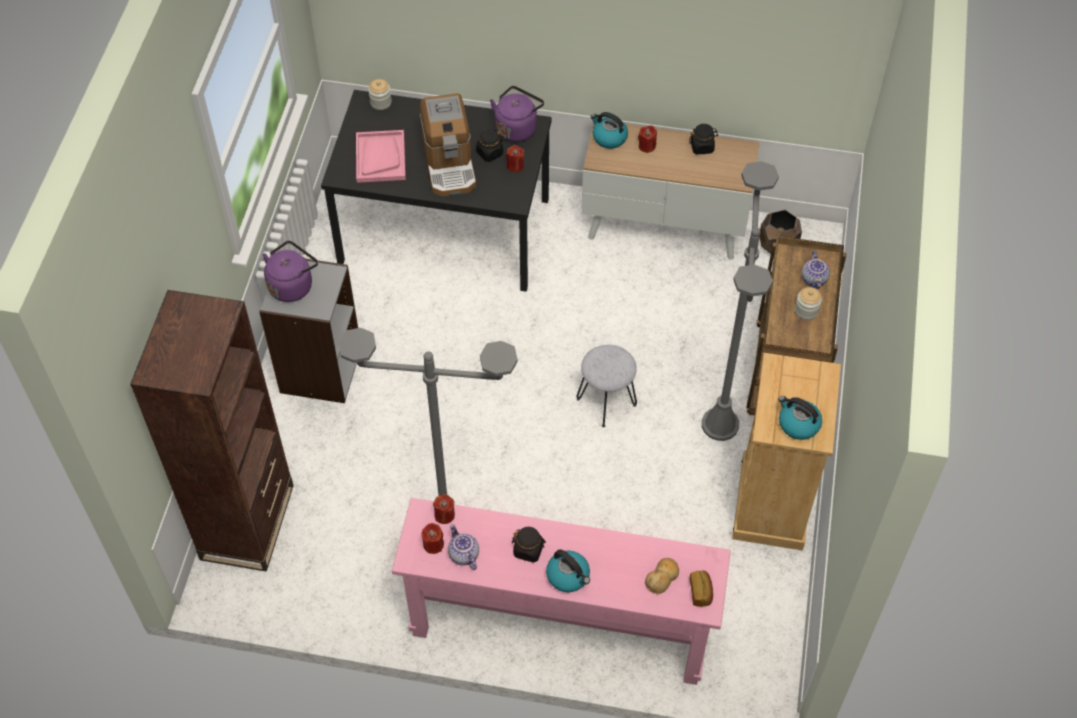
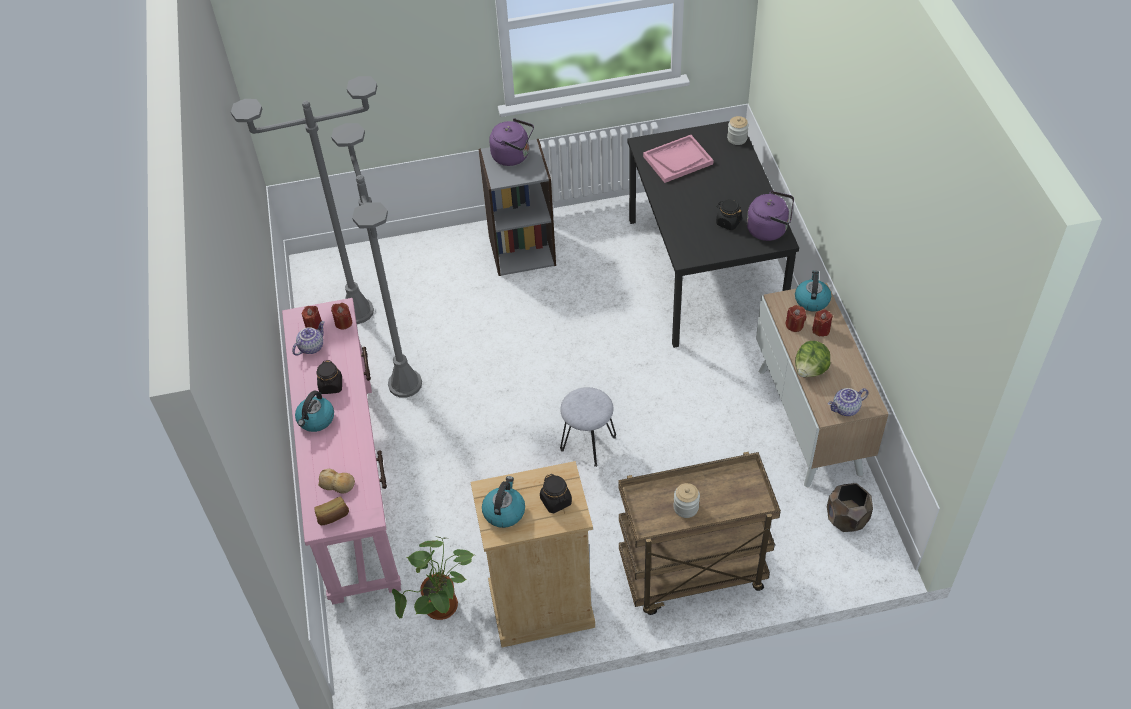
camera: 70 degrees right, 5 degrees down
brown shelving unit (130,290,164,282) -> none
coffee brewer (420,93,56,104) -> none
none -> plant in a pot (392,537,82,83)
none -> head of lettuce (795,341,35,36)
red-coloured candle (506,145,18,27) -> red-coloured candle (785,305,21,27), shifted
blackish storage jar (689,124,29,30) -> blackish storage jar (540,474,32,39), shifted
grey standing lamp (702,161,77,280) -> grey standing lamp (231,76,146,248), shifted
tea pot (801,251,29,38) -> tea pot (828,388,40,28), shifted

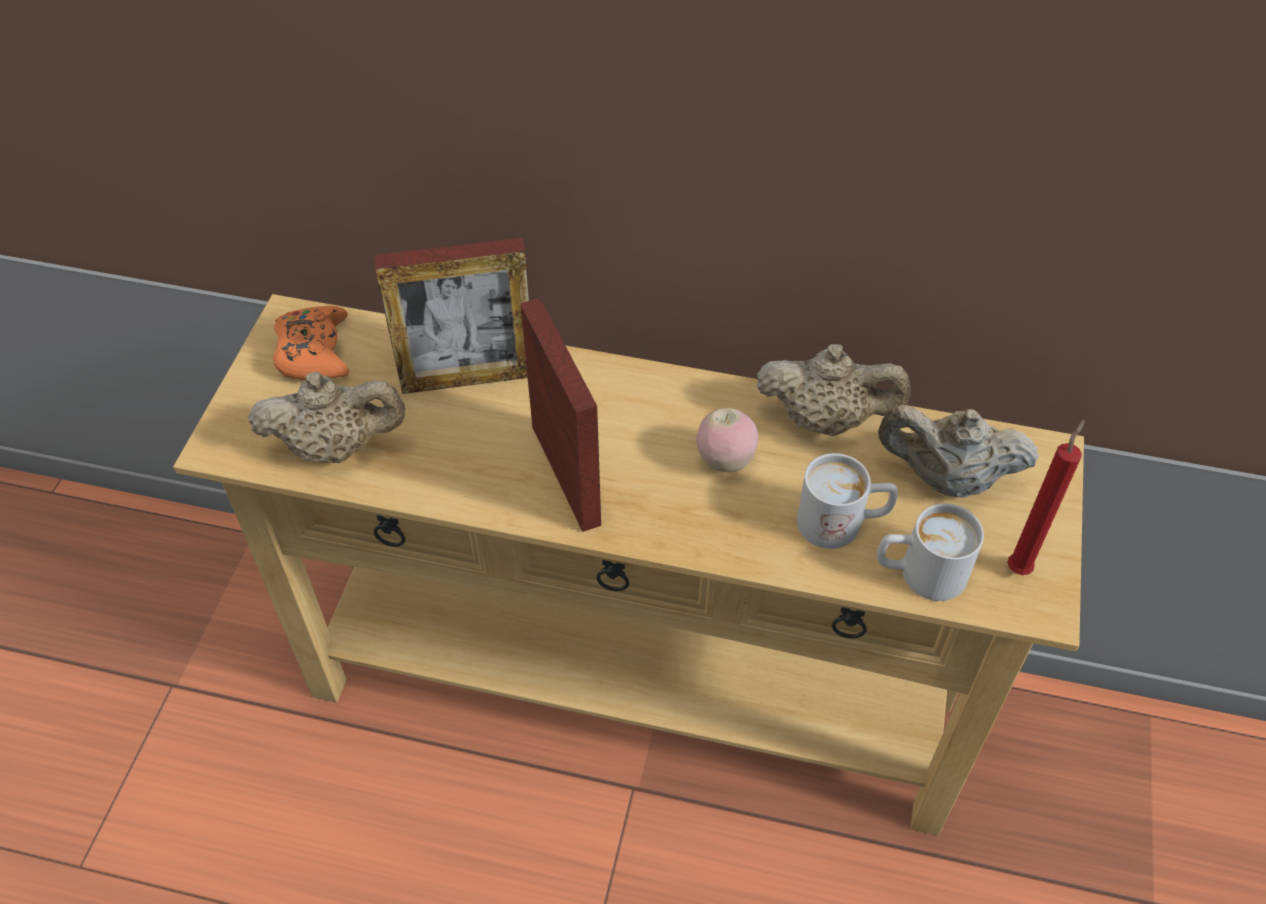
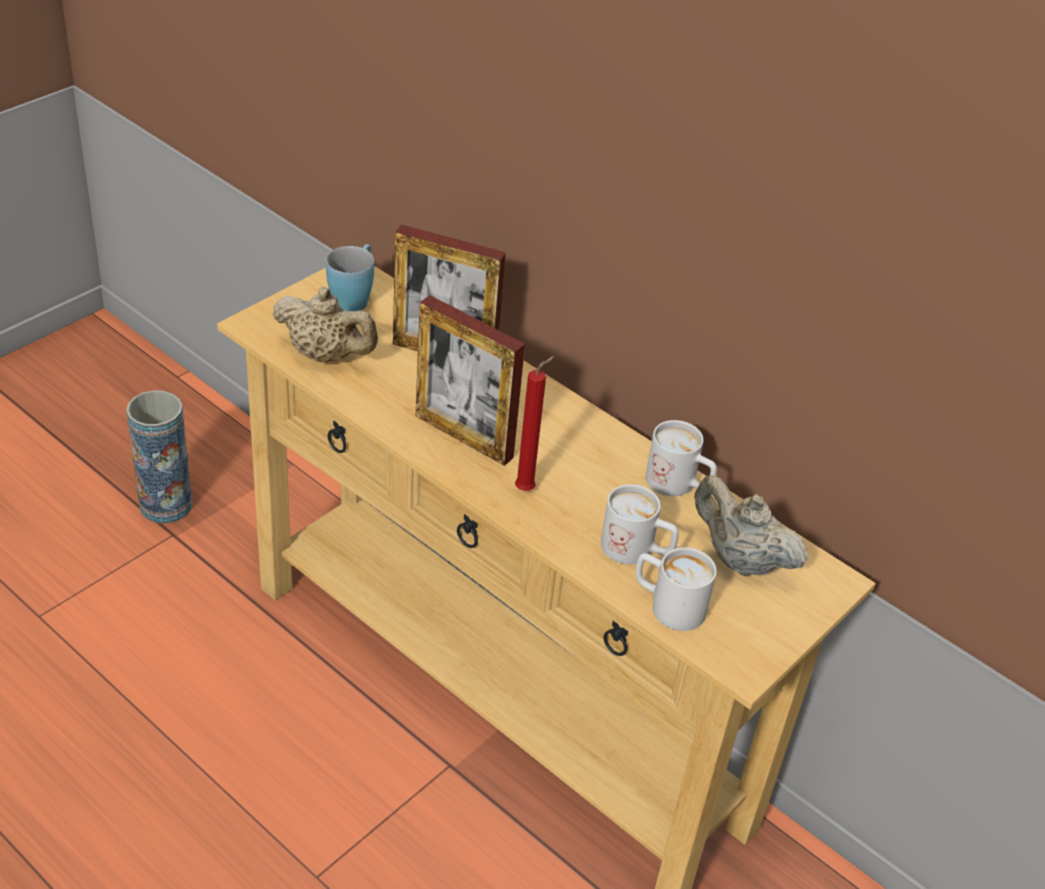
camera: 25 degrees right, 10 degrees down
apple fruit (696,408,62,64) -> none
none -> vase (126,390,67,133)
red-coloured candle (1007,420,78,155) -> red-coloured candle (515,356,40,135), shifted
orange-coloured joypad (273,306,76,74) -> blue mug (326,244,48,67)
sand-coloured tea pot (757,344,154,92) -> whitish mug (646,420,71,76)
standing frame (520,298,81,234) -> standing frame (416,295,109,171), 120 degrees clockwise

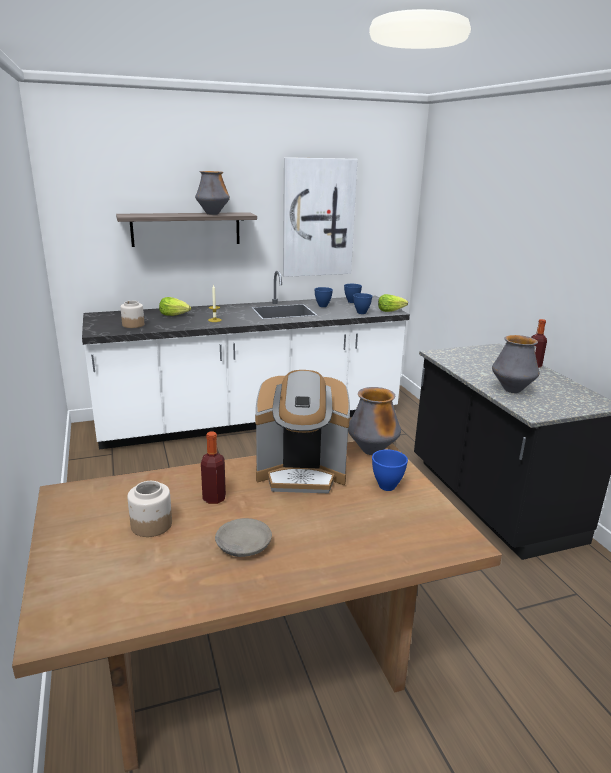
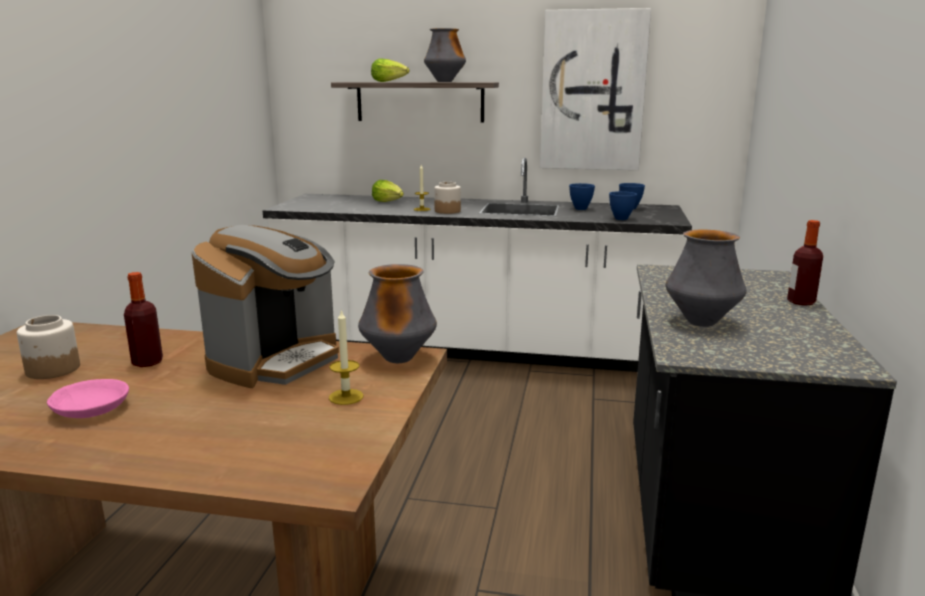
camera: 30 degrees right, 5 degrees down
storage jar (120,301,24,27) -> storage jar (434,182,27,32), shifted
head of lettuce (378,294,30,18) -> head of lettuce (371,59,39,23), shifted
blue deep dish (372,449,36,42) -> candle (329,310,34,95)
grey deep dish (215,518,57,39) -> pink deep dish (47,379,82,39)
coffee brewer (255,370,95,123) -> coffee brewer (192,225,147,163), 90 degrees counterclockwise

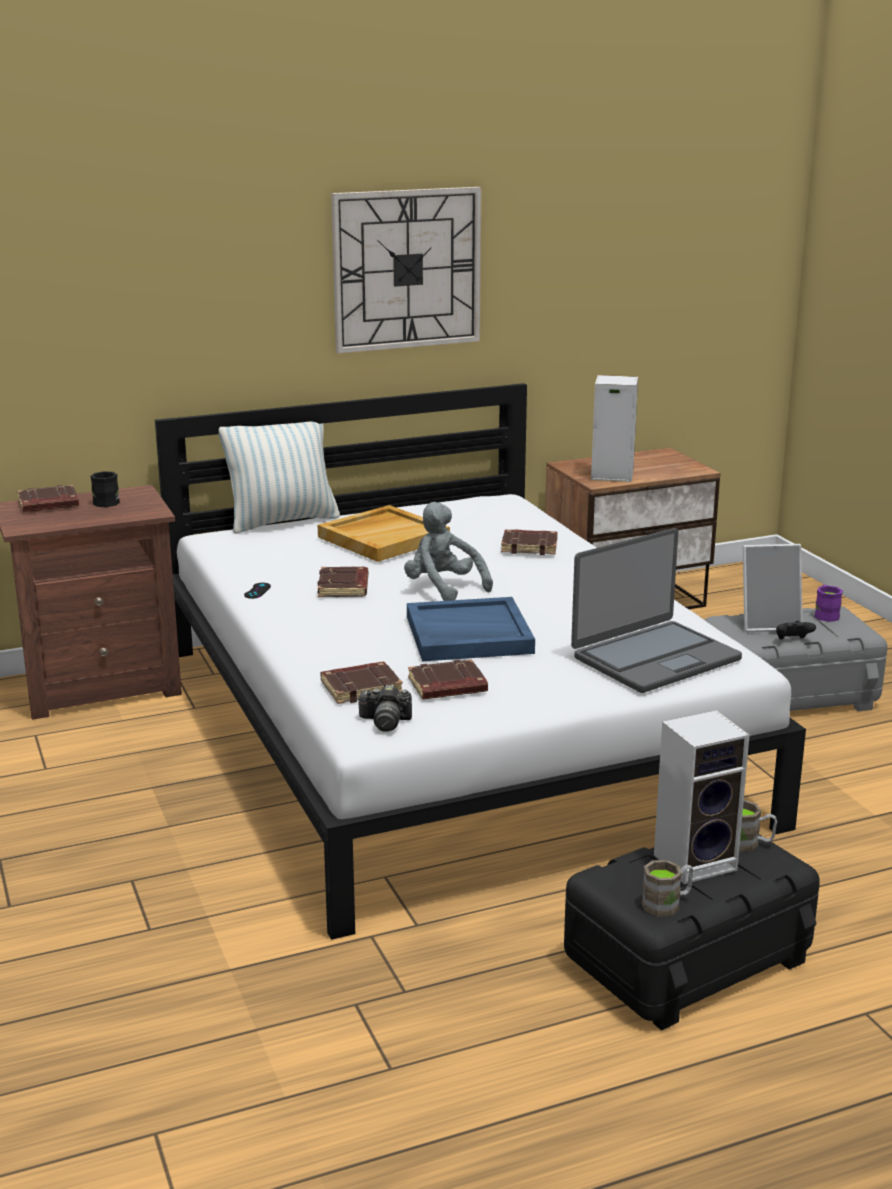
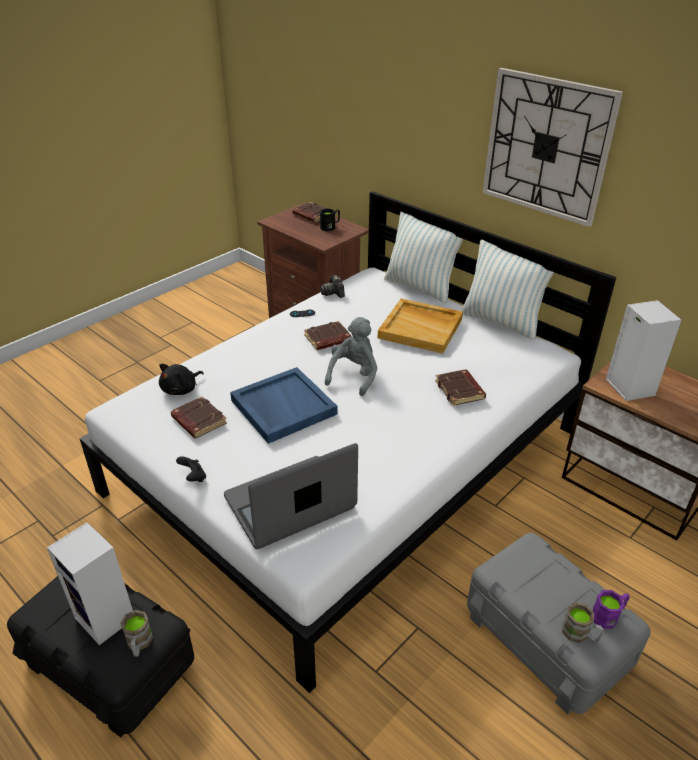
camera: 65 degrees right, 15 degrees up
standing frame (743,544,60,88) -> none
none -> throw pillow (461,240,93,100)
still camera (357,685,55,47) -> still camera (320,275,25,23), shifted
brown mug (642,860,52,57) -> brown mug (562,602,42,41), shifted
blackish joypad (776,621,40,18) -> blackish joypad (176,456,30,26), shifted
brown volume (321,662,82,42) -> blackish plush toy (159,364,45,31)
portable computer (571,528,171,165) -> portable computer (224,443,134,106), 120 degrees clockwise

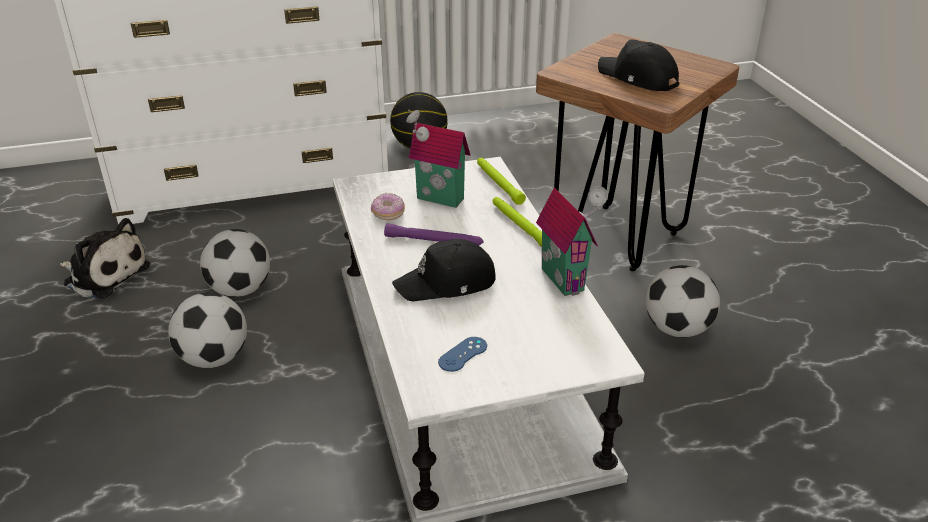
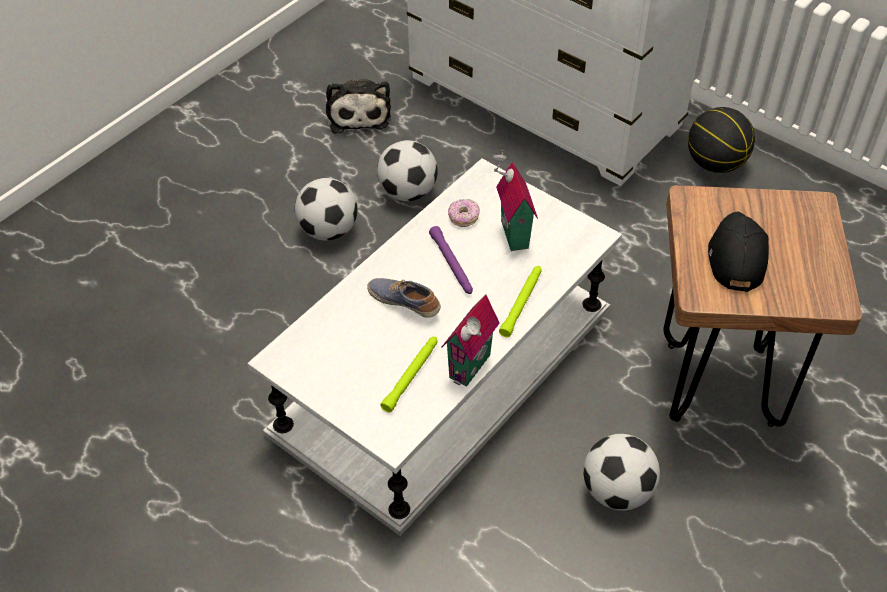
camera: 55 degrees right, 15 degrees up
blue joypad (438,337,49,35) -> none
green flashlight (477,158,49,47) -> green flashlight (380,336,58,77), shifted
blackish baseball cap (392,239,104,63) -> low shoe (367,278,74,40)

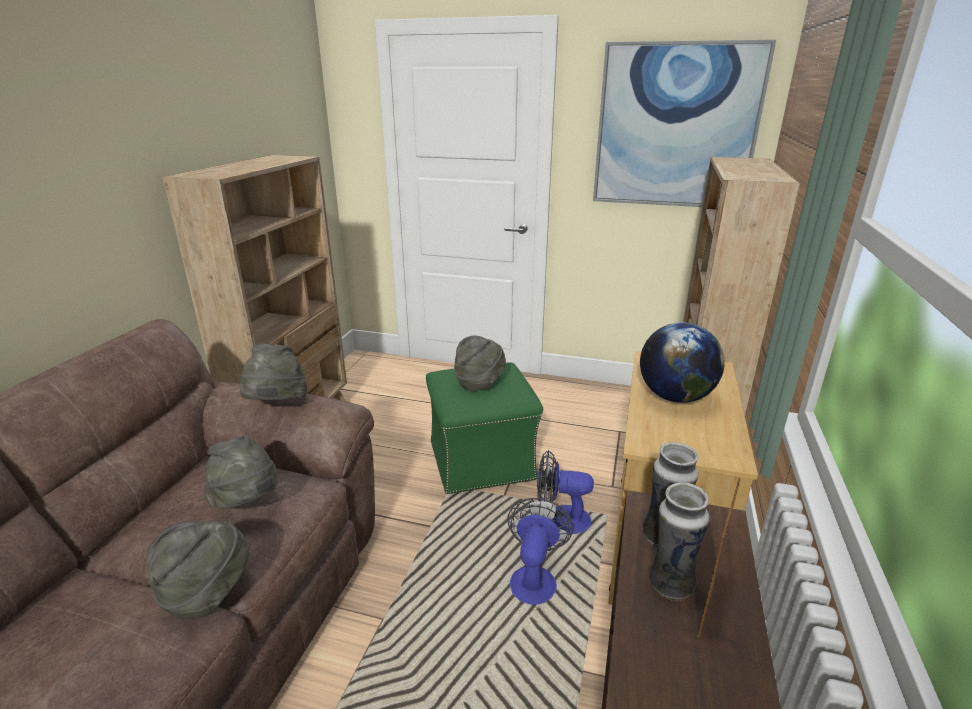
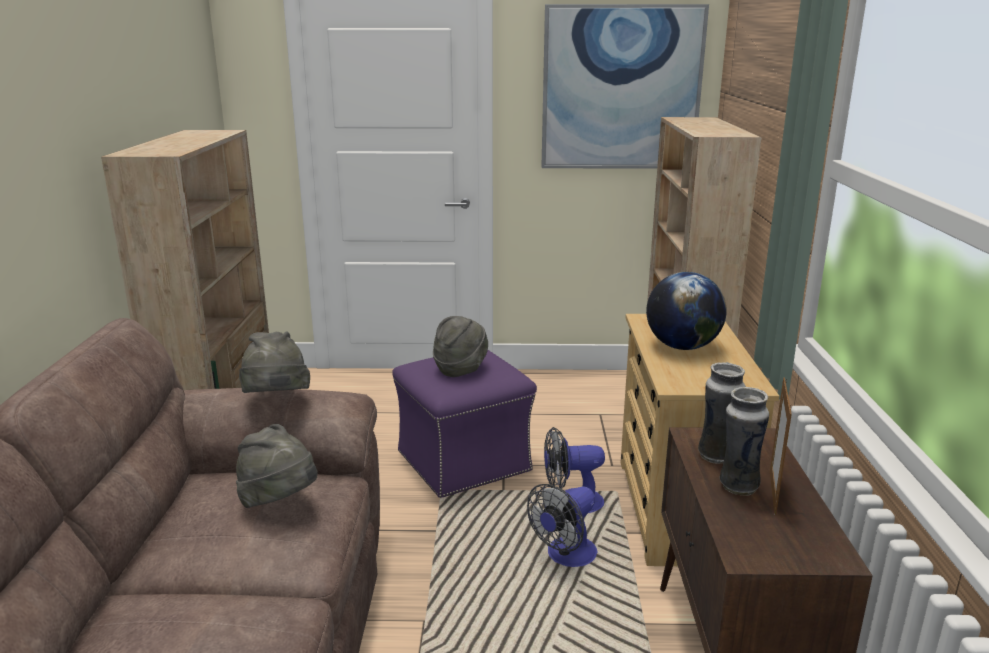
camera: 15 degrees left, 5 degrees down
grey hat (147,520,102,99) -> none
green pouffe (426,362,117,132) -> purple-coloured pouffe (392,350,145,148)
cooling fan (507,498,66,107) -> cooling fan (527,484,71,83), 135 degrees counterclockwise

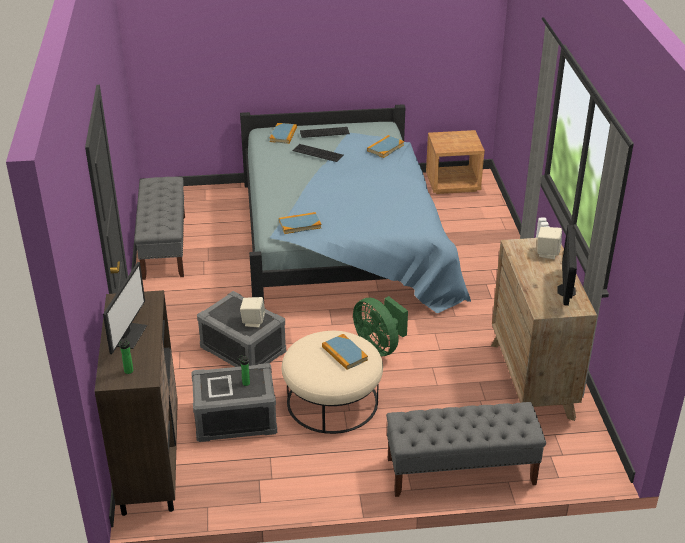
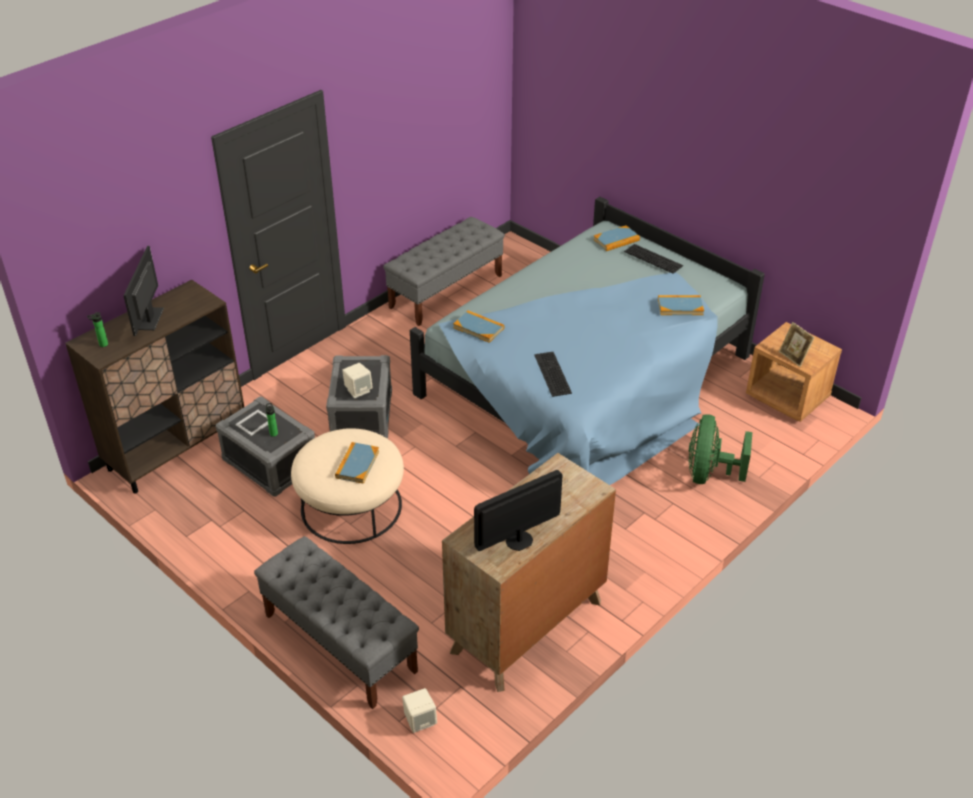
camera: 50 degrees right, 5 degrees up
none -> standing frame (779,322,36,45)
computer keyboard (292,144,52,18) -> computer keyboard (534,352,38,45), shifted
green cooling fan (353,296,55,61) -> green cooling fan (689,414,63,70), shifted
sand-coloured loudspeaker (537,227,25,32) -> sand-coloured loudspeaker (402,688,35,45), shifted
monitor (103,262,44,92) -> monitor (123,246,41,90), 120 degrees clockwise

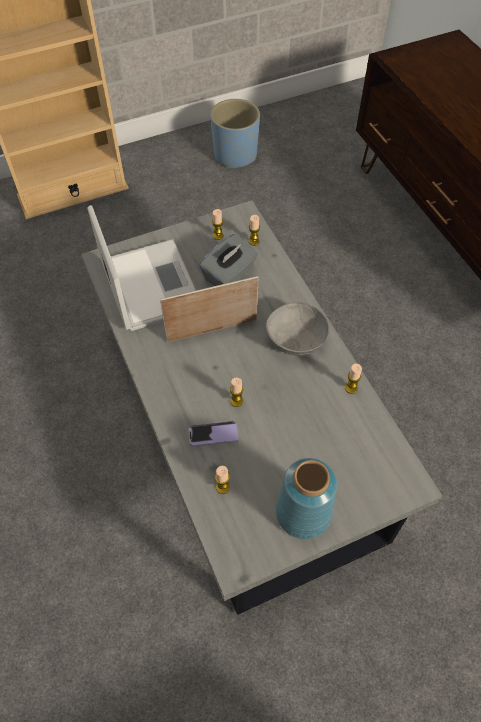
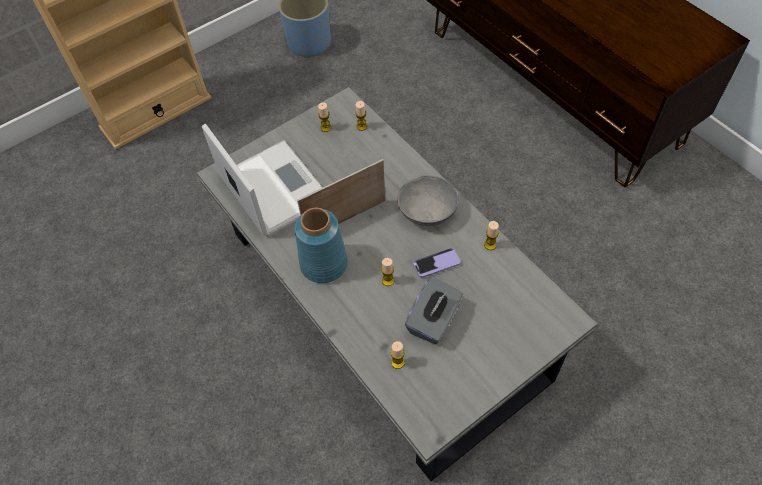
camera: 10 degrees left, 0 degrees up
telephone (189,421,49,25) -> telephone (413,248,47,30), shifted
grey tissue box (199,234,59,52) -> grey tissue box (405,276,58,68), shifted
blue vase (276,458,61,81) -> blue vase (294,208,54,75), shifted

